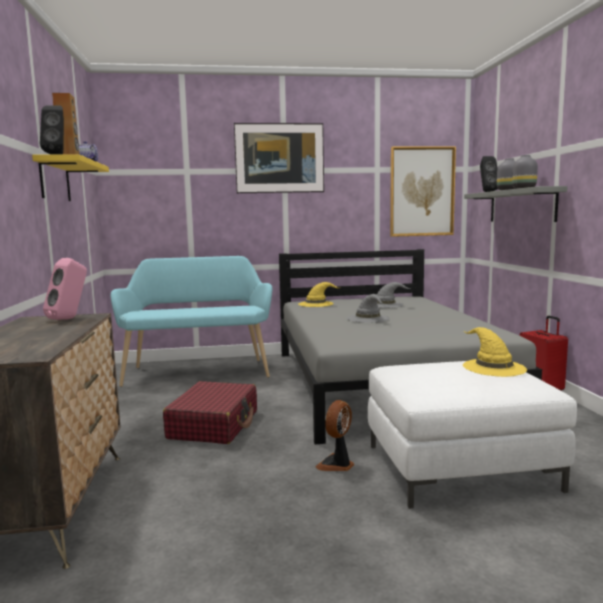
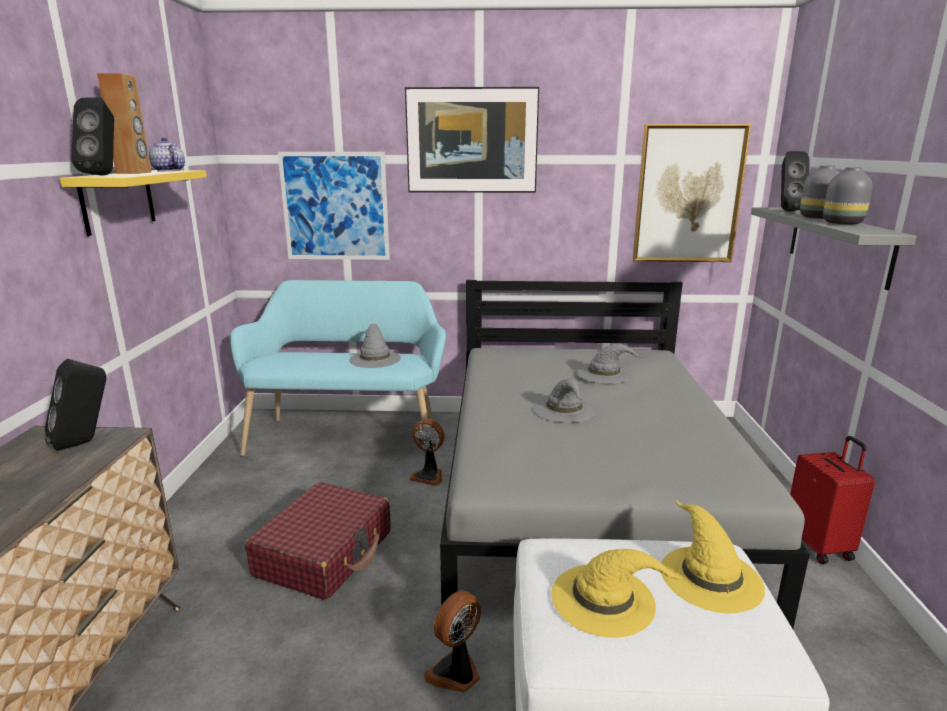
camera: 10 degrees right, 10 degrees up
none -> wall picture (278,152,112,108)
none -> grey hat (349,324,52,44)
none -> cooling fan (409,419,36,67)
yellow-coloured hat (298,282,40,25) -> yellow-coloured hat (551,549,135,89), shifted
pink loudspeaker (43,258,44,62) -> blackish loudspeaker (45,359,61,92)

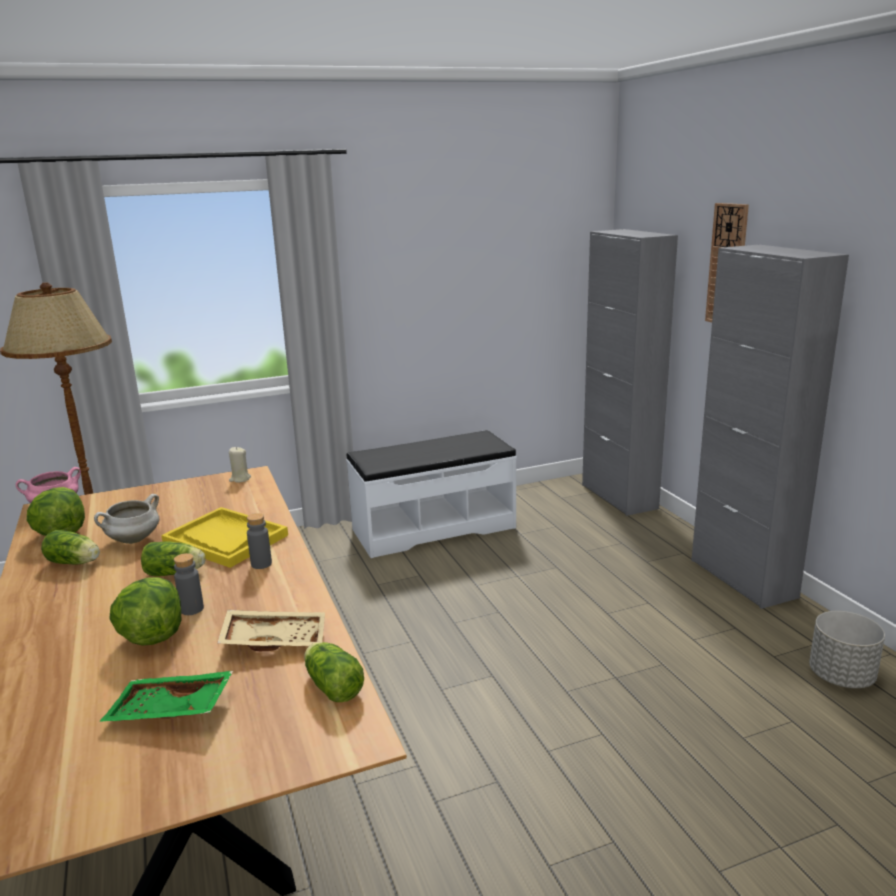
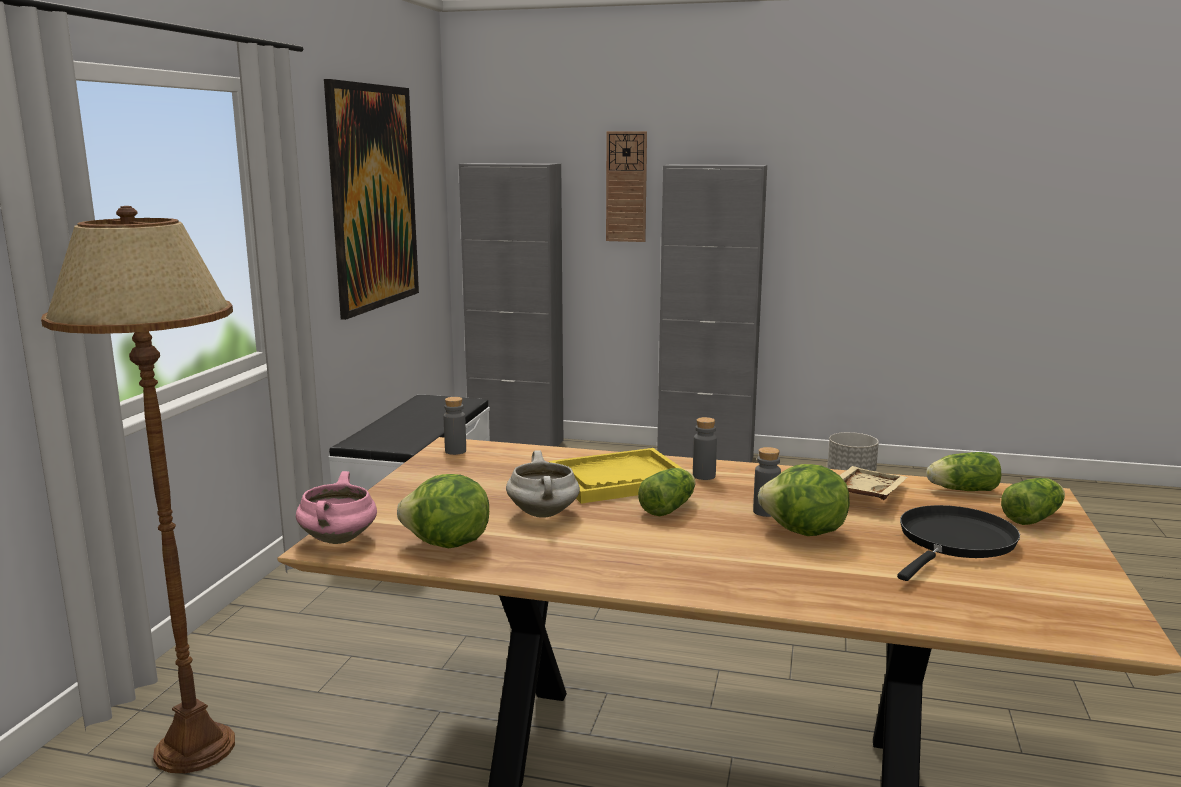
camera: 55 degrees left, 5 degrees down
none -> wall picture (324,79,95,241)
head of lettuce (41,530,59,35) -> head of lettuce (1001,478,64,47), shifted
green tray (99,671,134,51) -> blackish frying pan (897,505,123,76)
sand-coloured candle (229,447,22,35) -> grey drink bottle (444,397,22,58)

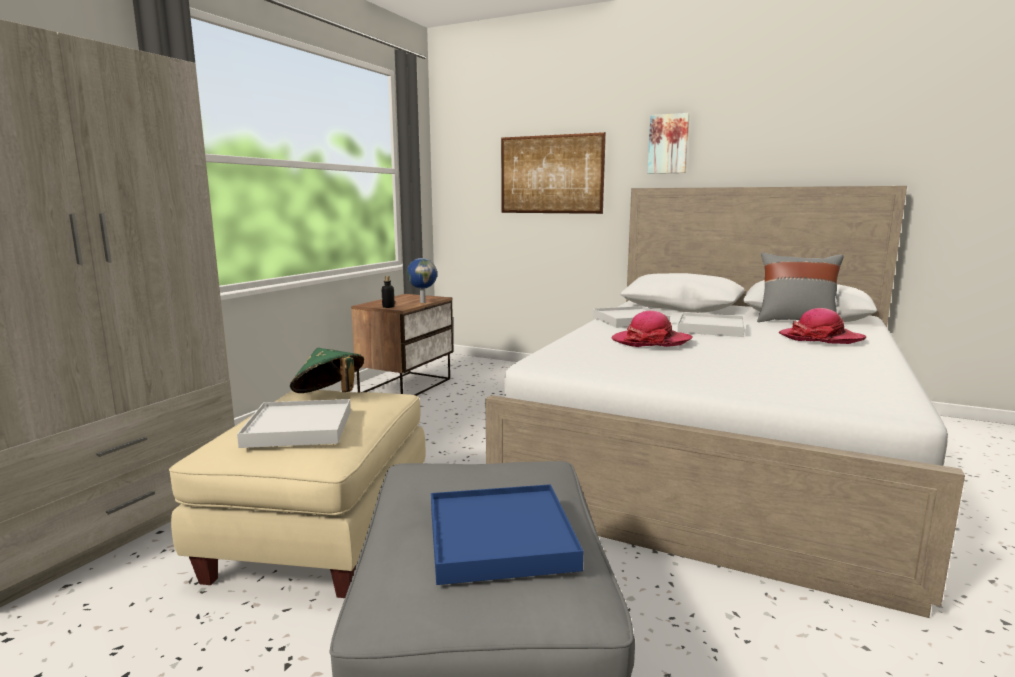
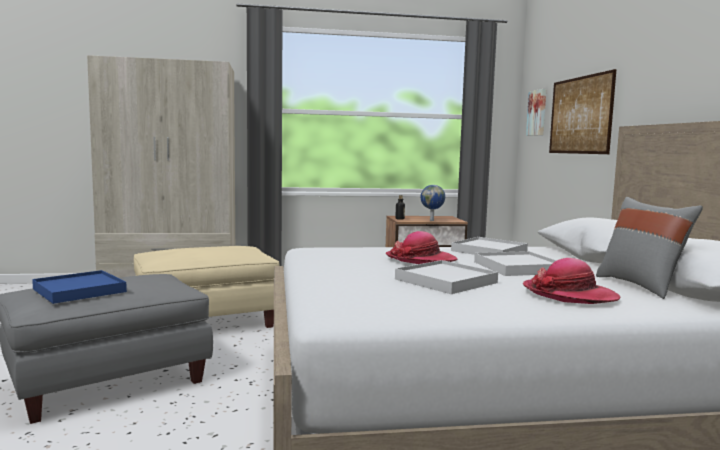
camera: 55 degrees right, 5 degrees down
green hat (290,348,74,45) -> none
whitish tray (237,399,114,49) -> whitish tray (395,260,103,34), shifted
wall picture (647,113,43,61) -> wall picture (526,89,20,47), shifted

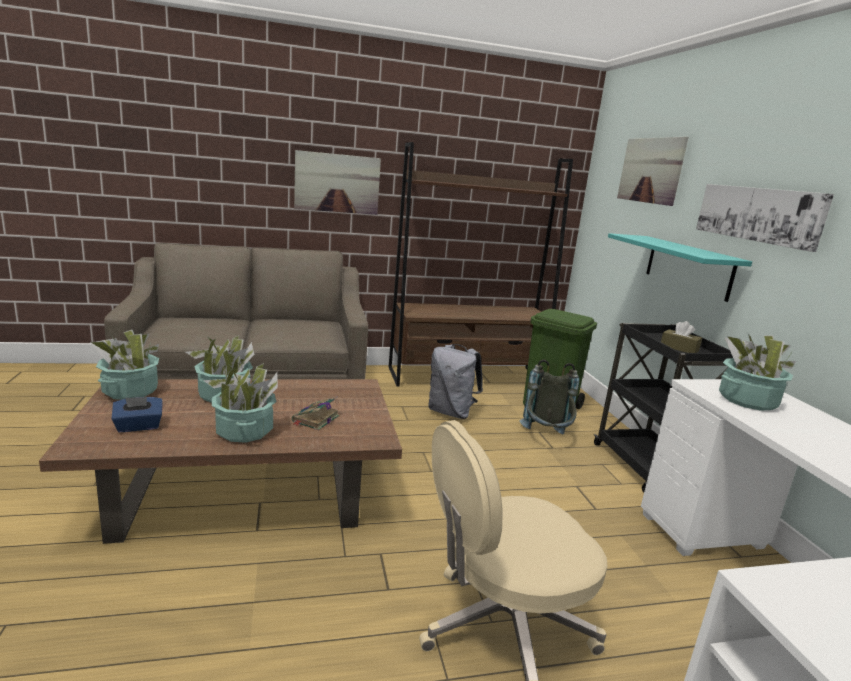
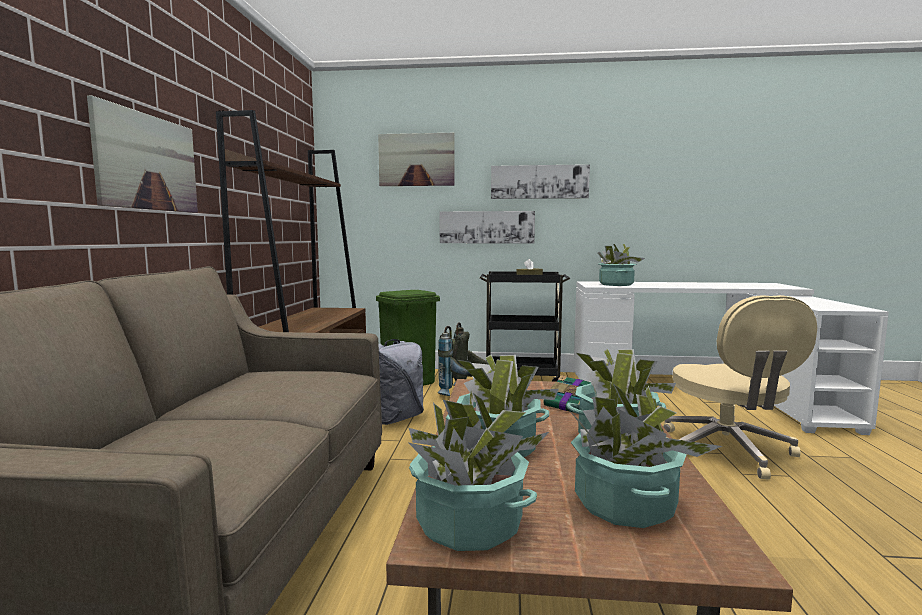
camera: 70 degrees left, 10 degrees down
blue tissue box (111,397,52,35) -> plant in a pot (569,384,153,144)
blue-green wall shelf (608,233,144,69) -> wall picture (439,211,96,32)

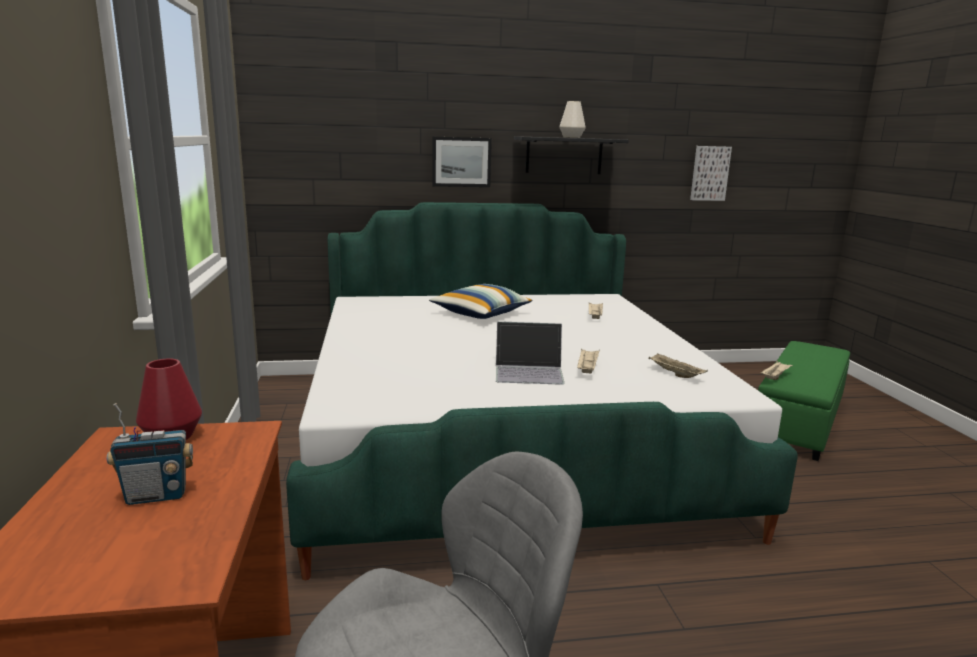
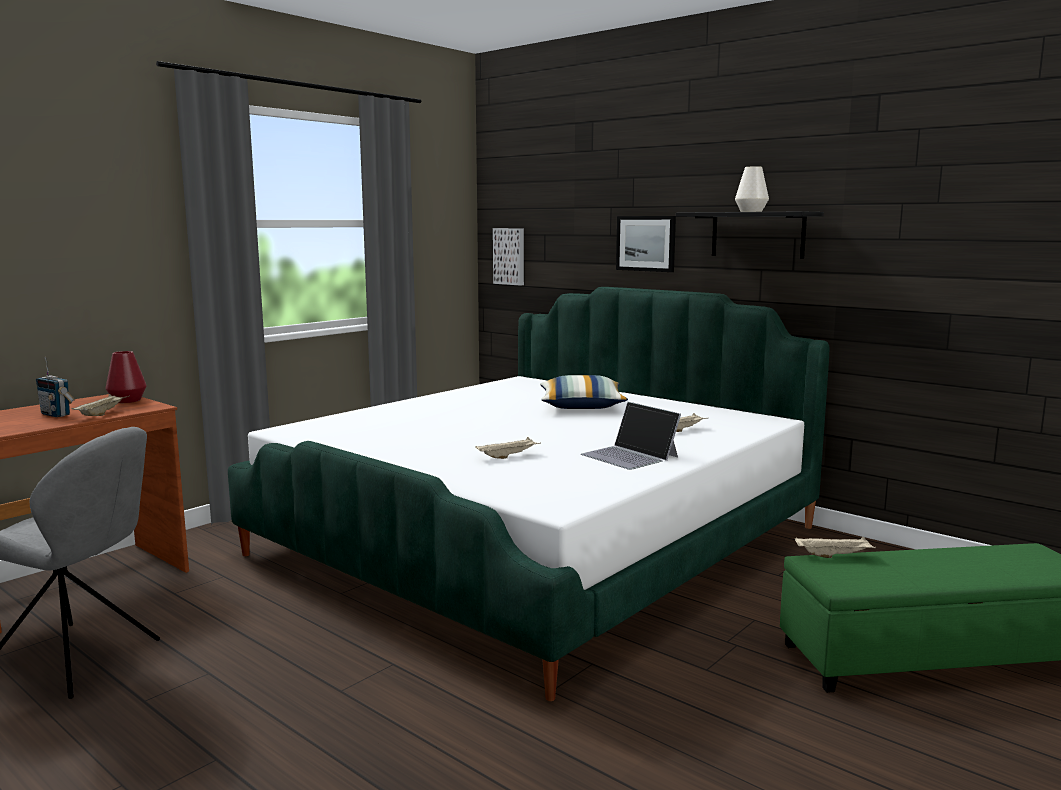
camera: 50 degrees right, 5 degrees down
portable computer (496,322,69,63) -> portable computer (581,402,100,68), shifted
sand-coloured tray (648,354,60,24) -> sand-coloured tray (71,394,58,22), shifted
wall picture (690,146,42,55) -> wall picture (493,228,31,58), shifted

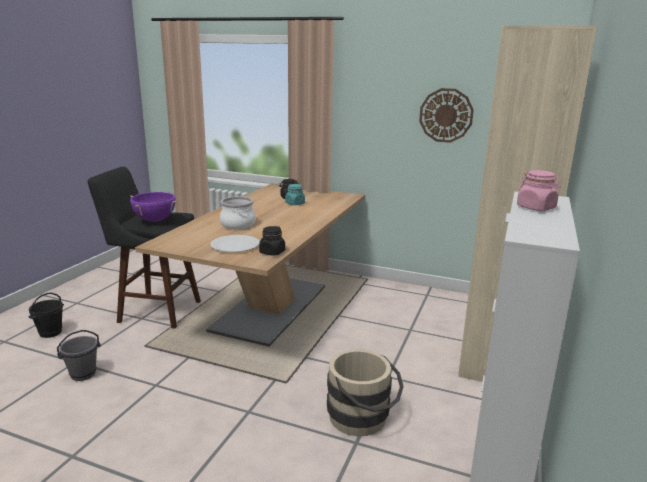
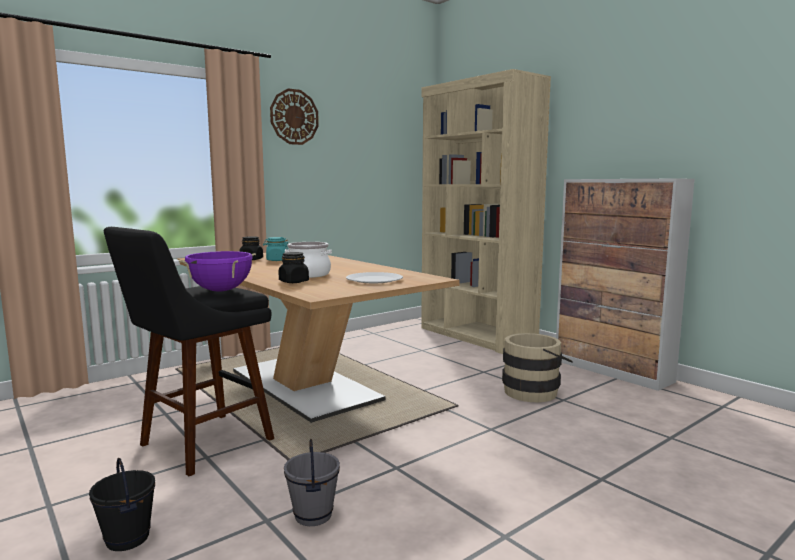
camera: 60 degrees left, 10 degrees down
pink storage jar (517,170,44,41) -> none
blackish storage jar (259,226,26,30) -> blackish storage jar (279,252,30,31), shifted
wall clock (419,88,55,55) -> wall clock (270,88,49,57), shifted

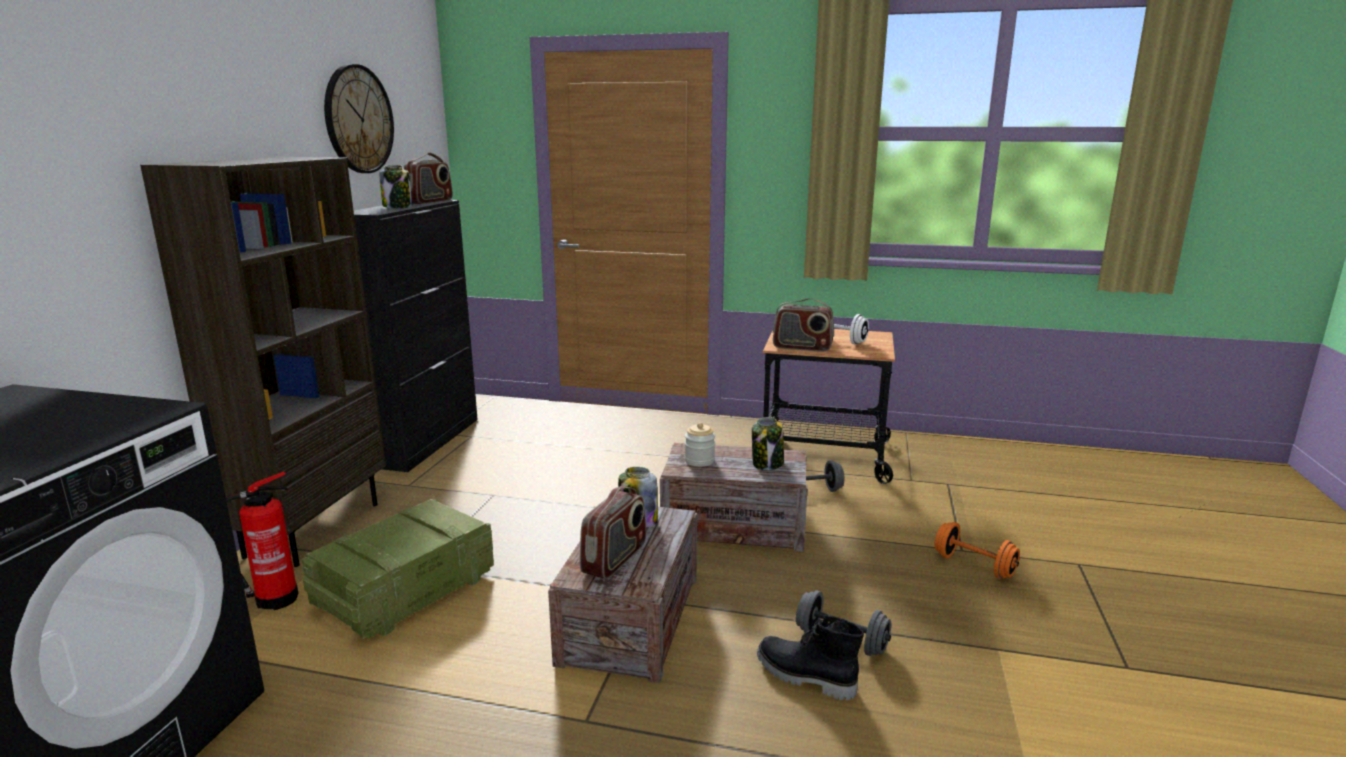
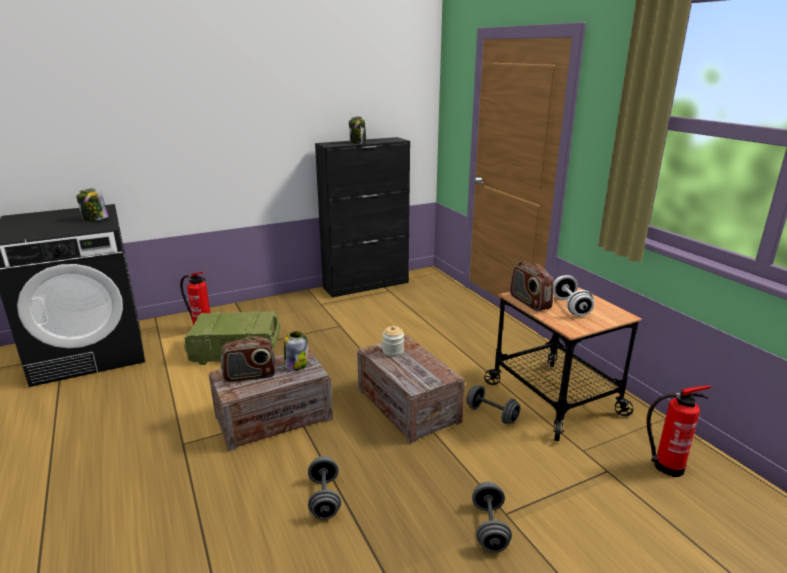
camera: 50 degrees right, 5 degrees up
brown shelving unit (140,157,246,410) -> none
wall clock (324,64,70,109) -> none
radio (403,153,50,51) -> none
blackish high-top boot (757,615,107,85) -> none
none -> fire-fighting cylinder (646,385,65,92)
storage jar (752,417,32,53) -> storage jar (76,188,32,34), shifted
orange-coloured dumbbell (935,522,85,56) -> grey dumbbell (472,482,40,70)

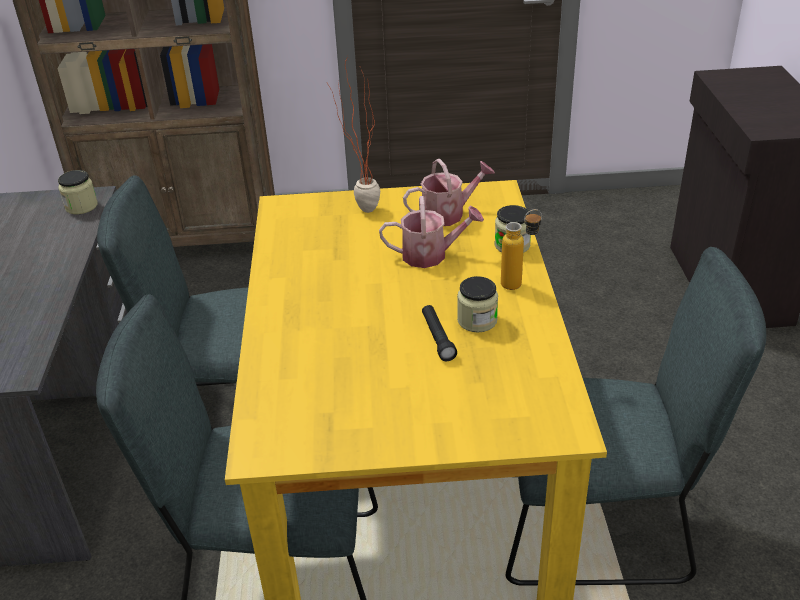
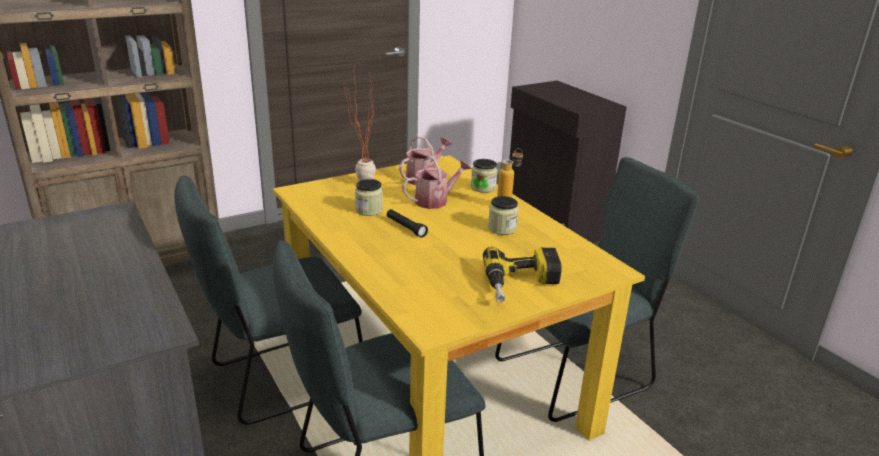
camera: 30 degrees left, 10 degrees down
none -> electric drill (483,247,79,56)
storage jar (58,170,40,44) -> storage jar (355,179,28,37), shifted
blackish flashlight (422,305,35,56) -> blackish flashlight (387,209,41,29), shifted

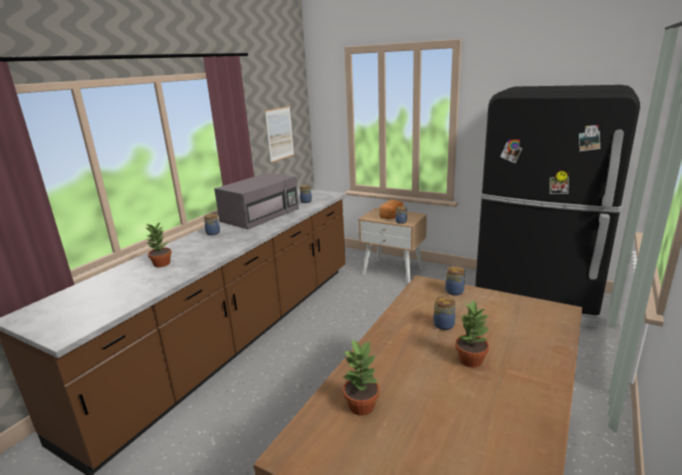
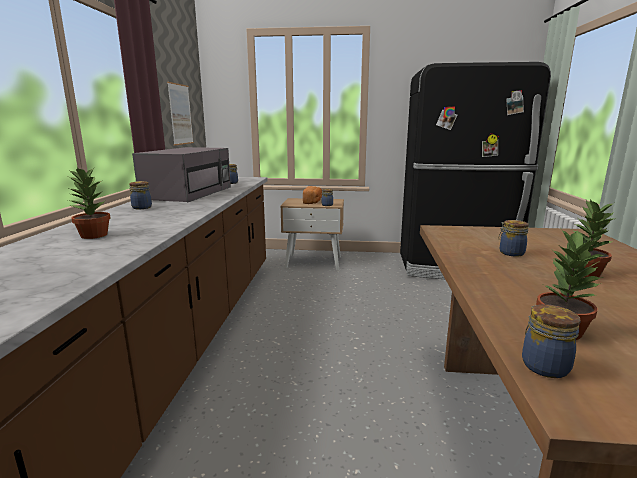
camera: 25 degrees left, 5 degrees down
storage jar (445,266,20,30) -> storage jar (522,304,58,74), shifted

